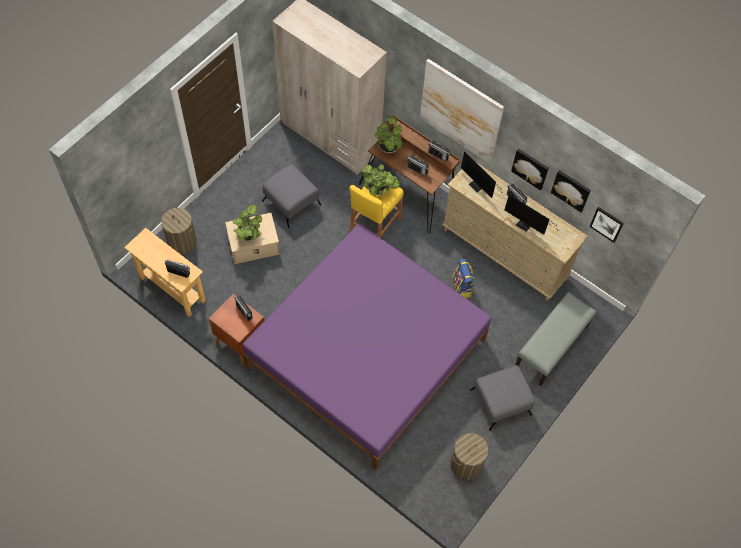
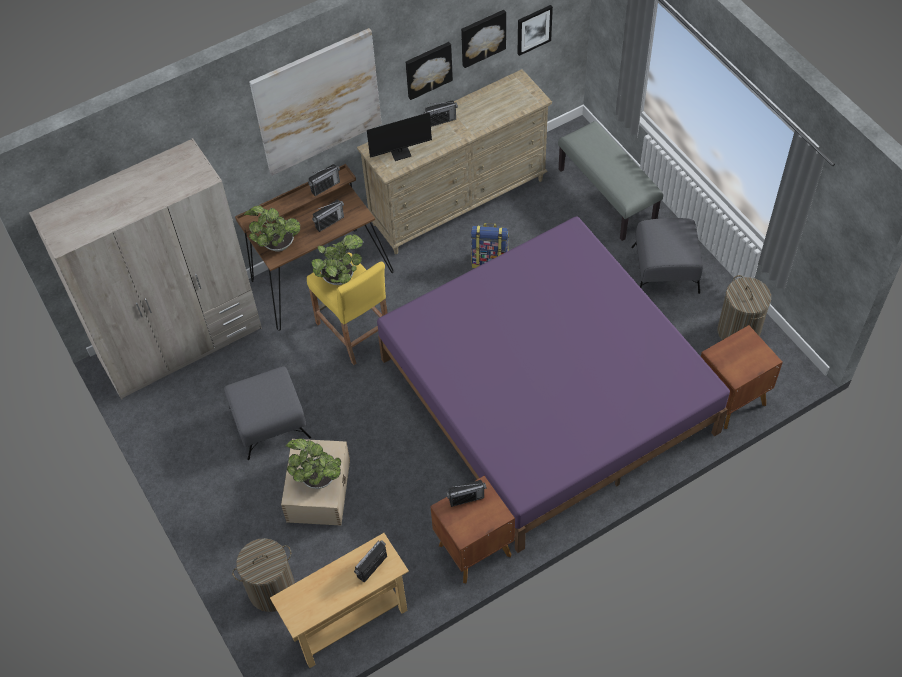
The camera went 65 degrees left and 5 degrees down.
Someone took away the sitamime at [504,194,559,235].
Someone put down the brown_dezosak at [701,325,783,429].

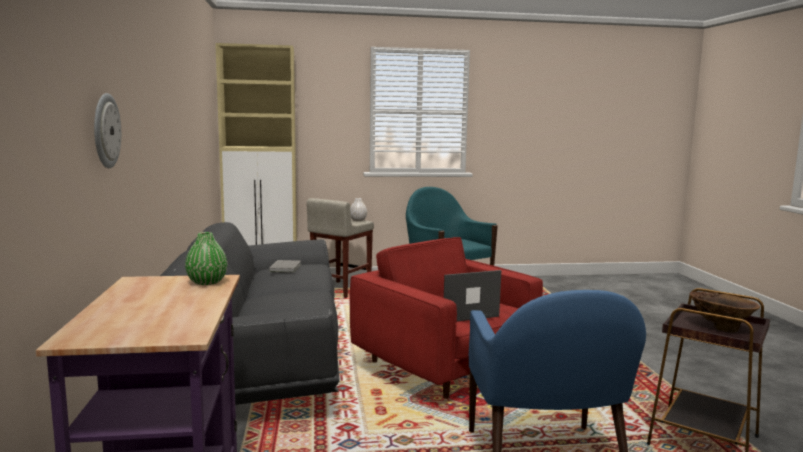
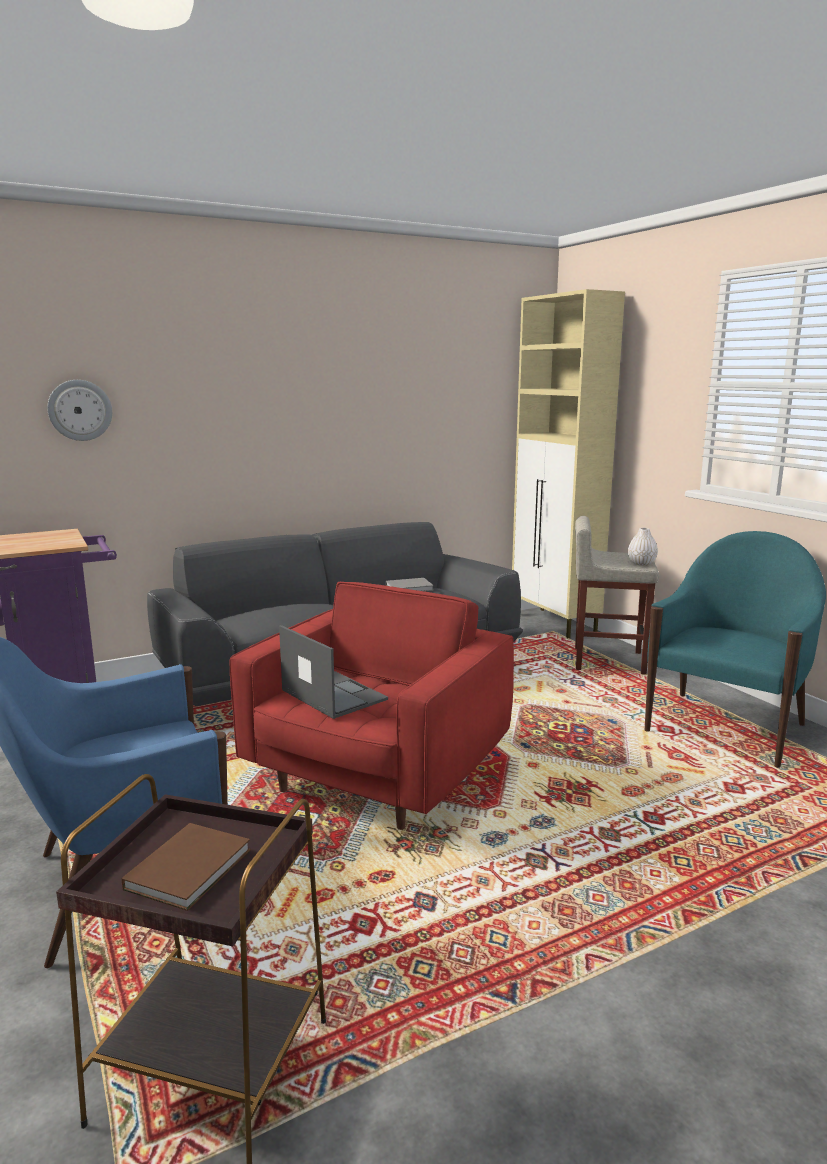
The camera went 70 degrees right and 5 degrees up.
Someone took away the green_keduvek at [185,232,227,285].
Someone swapped the brown_keduvek at [690,291,760,333] for the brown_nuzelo at [121,823,251,911].

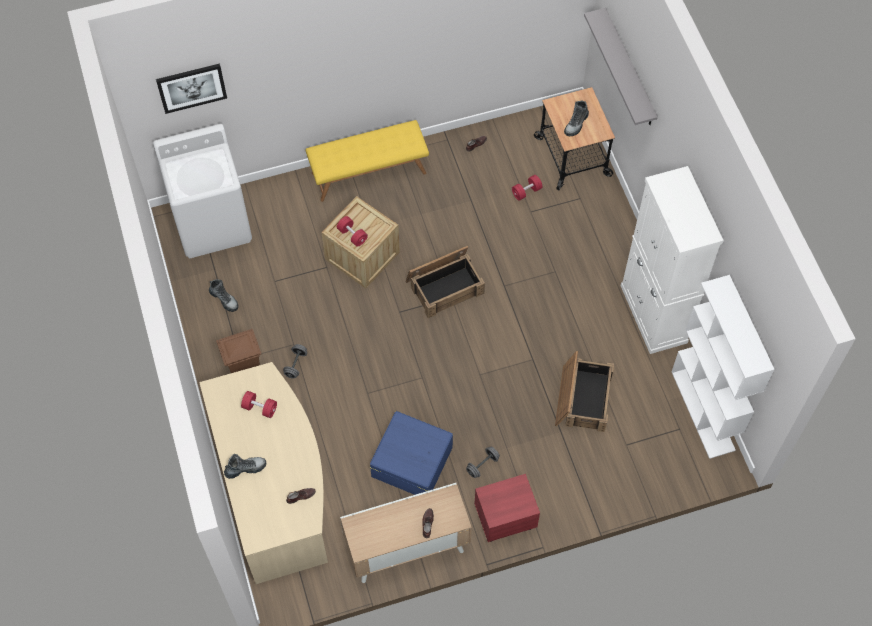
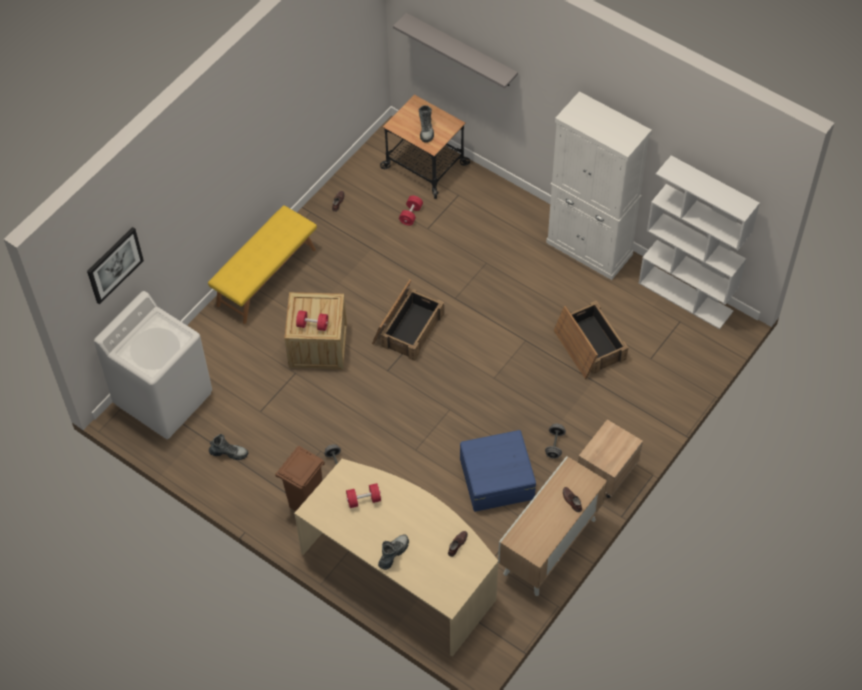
The camera went 35 degrees left and 5 degrees down.
Someone repainted the red_dezosak at [474,474,540,542], which became the beige_dezosak at [578,419,643,498].

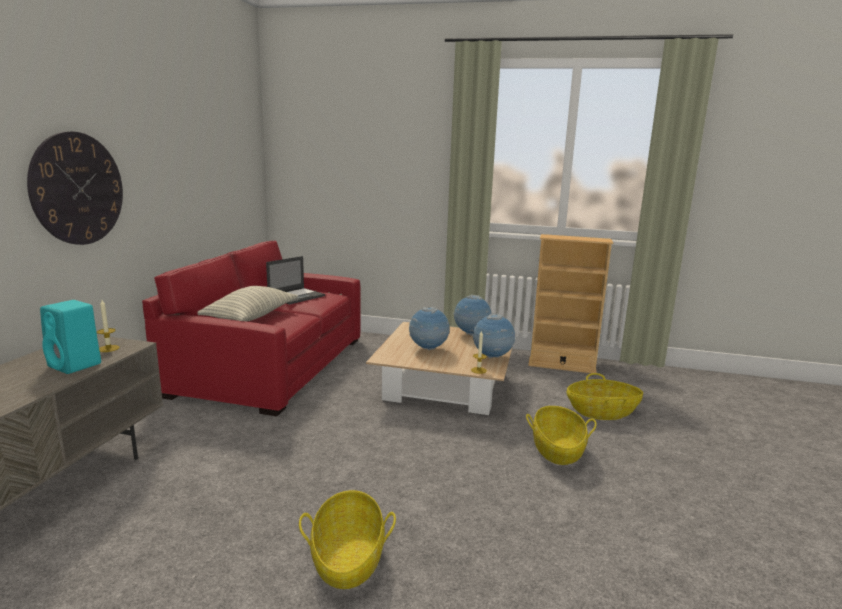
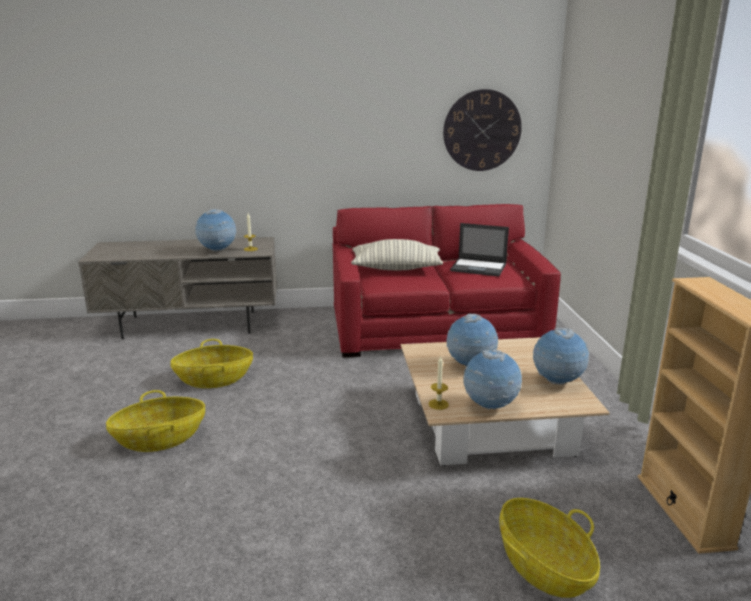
The camera went 70 degrees right and 5 degrees up.
Someone carried the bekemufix from [27,131,123,245] to [443,89,522,171].
Someone swapped the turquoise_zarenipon at [40,300,101,374] for the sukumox at [195,209,236,252].
Someone carried the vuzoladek from [526,406,597,465] to [171,339,253,388].

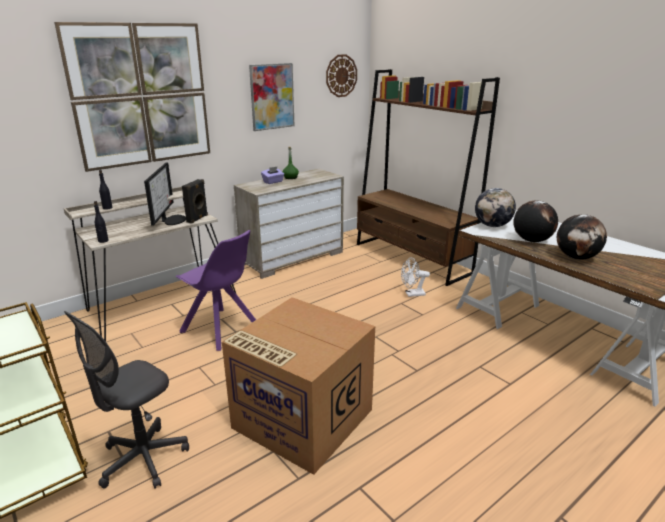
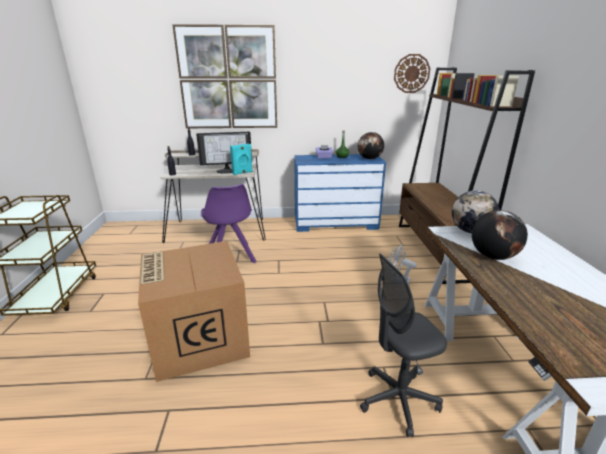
The camera went 35 degrees right and 0 degrees up.
Someone took away the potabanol at [249,63,295,131].
Someone rotated the sitamime at [144,163,186,225] by 45 degrees clockwise.
Someone repainted the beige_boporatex at [234,169,344,279], which became the blue_boporatex at [294,154,386,232].
Someone repainted the black_zarenipon at [182,179,208,224], which became the turquoise_zarenipon at [230,144,253,175].
Someone carried the sukumox from [557,214,607,260] to [358,132,384,159].
Someone carried the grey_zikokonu from [64,311,189,489] to [360,254,447,437].

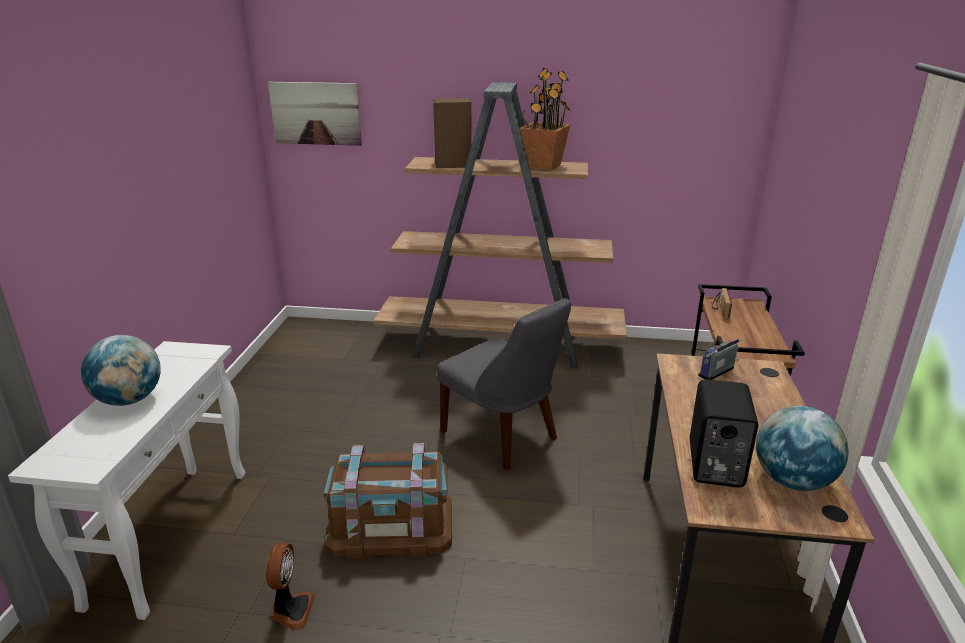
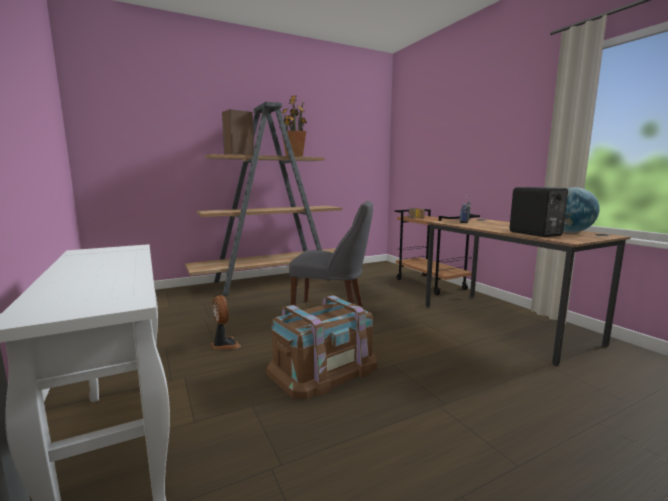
The camera went 35 degrees left and 15 degrees down.
Someone took away the potabanol at [268,82,362,146].
Someone took away the sukumox at [81,335,161,406].
Someone carried the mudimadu from [266,543,315,630] to [211,295,241,349].

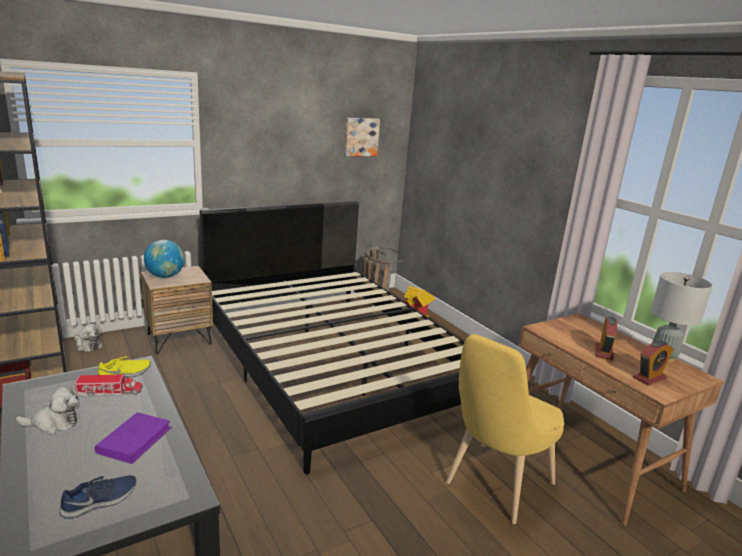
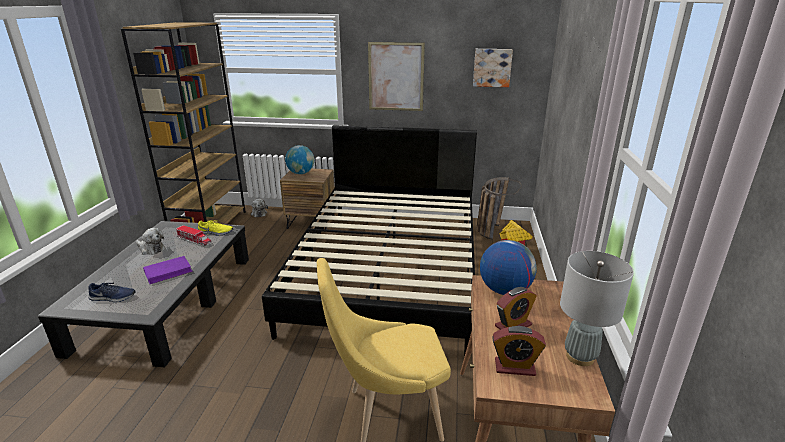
The camera went 40 degrees right and 5 degrees up.
Someone put up the potabanol at [368,42,425,111].
Someone put down the sukumox at [480,240,537,295].

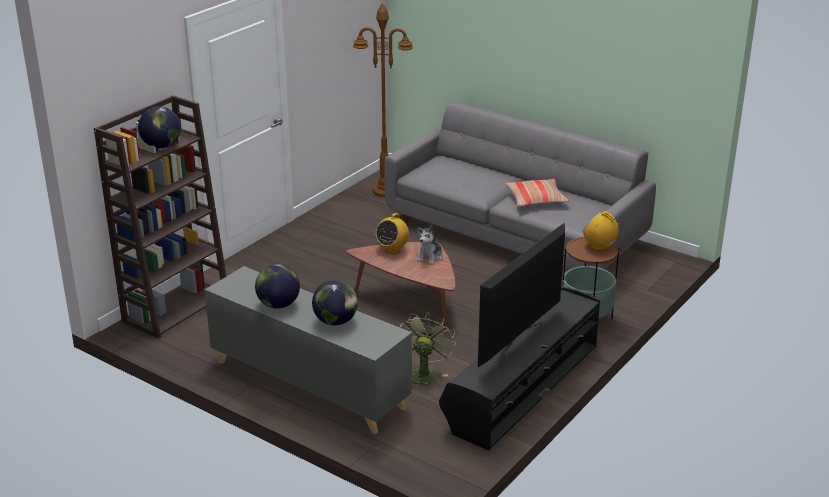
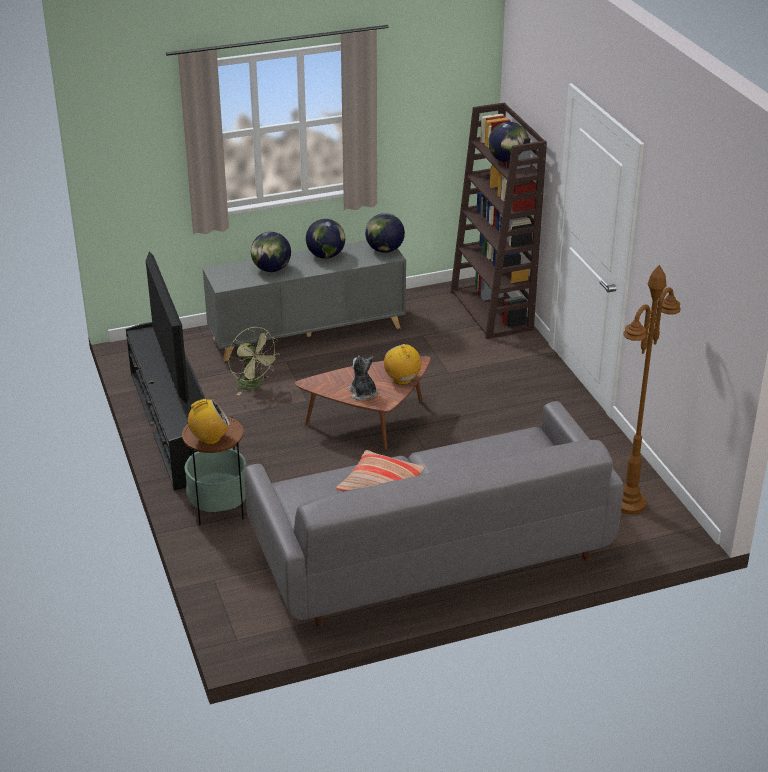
The camera went 125 degrees right and 5 degrees up.
Someone put down the sukumox at [365,213,405,253].

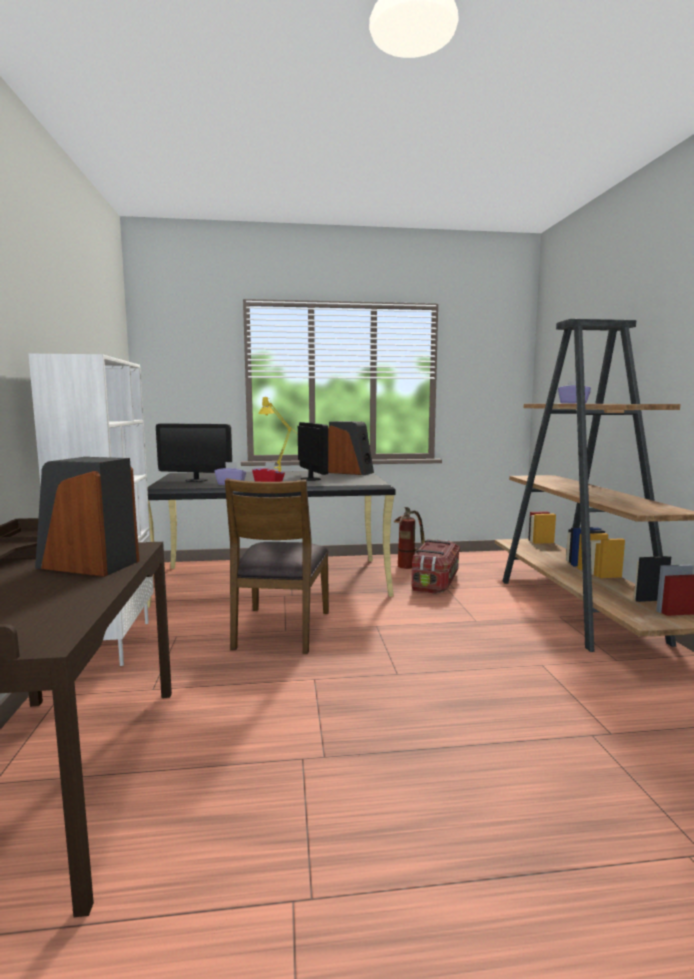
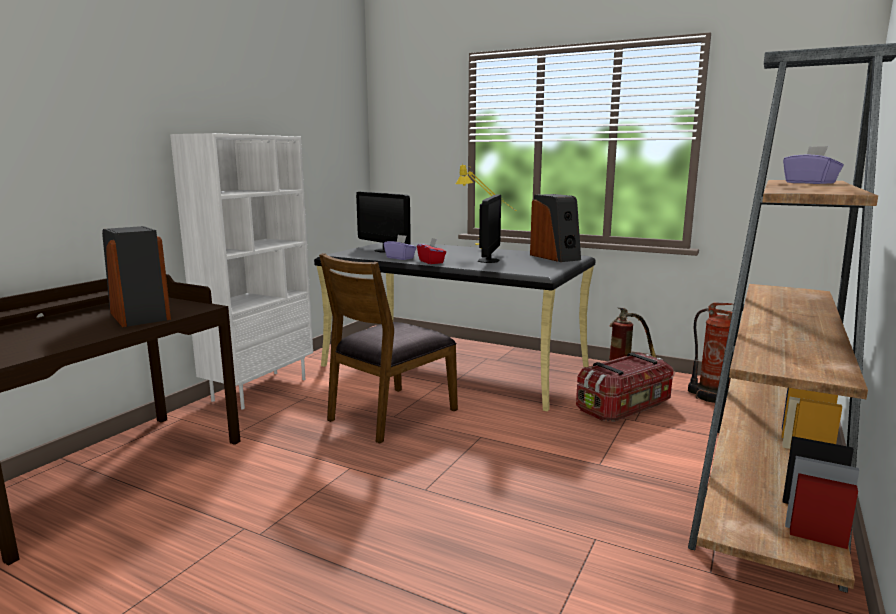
The camera went 35 degrees right and 5 degrees up.
Someone put down the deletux at [688,302,734,403].

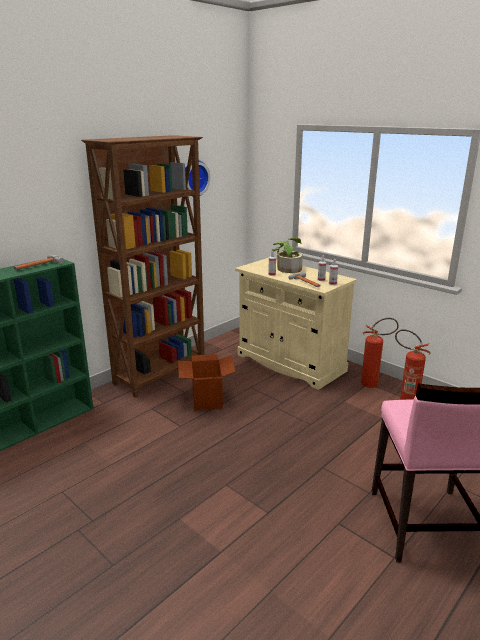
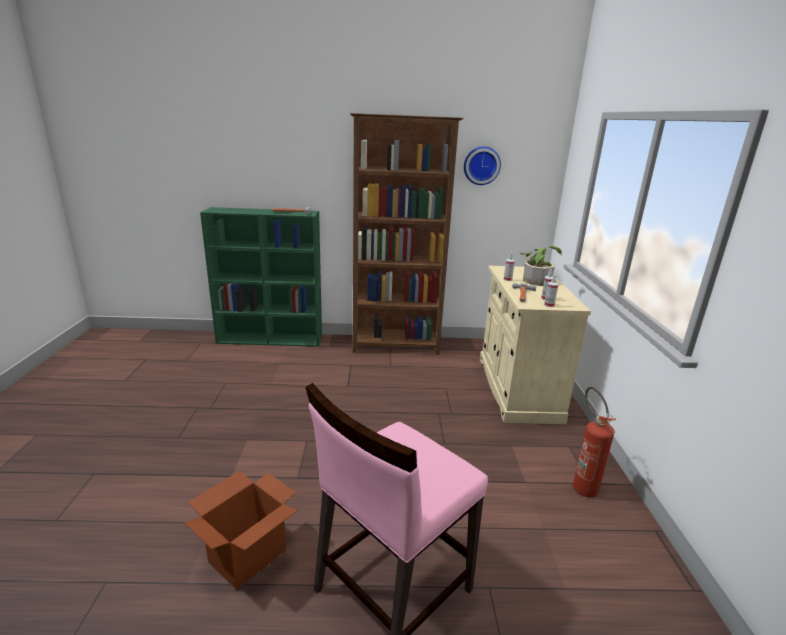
The camera went 45 degrees right and 0 degrees up.
Someone took away the deletux at [361,318,399,388].
Someone carried the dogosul from [178,354,236,410] to [184,471,298,590].

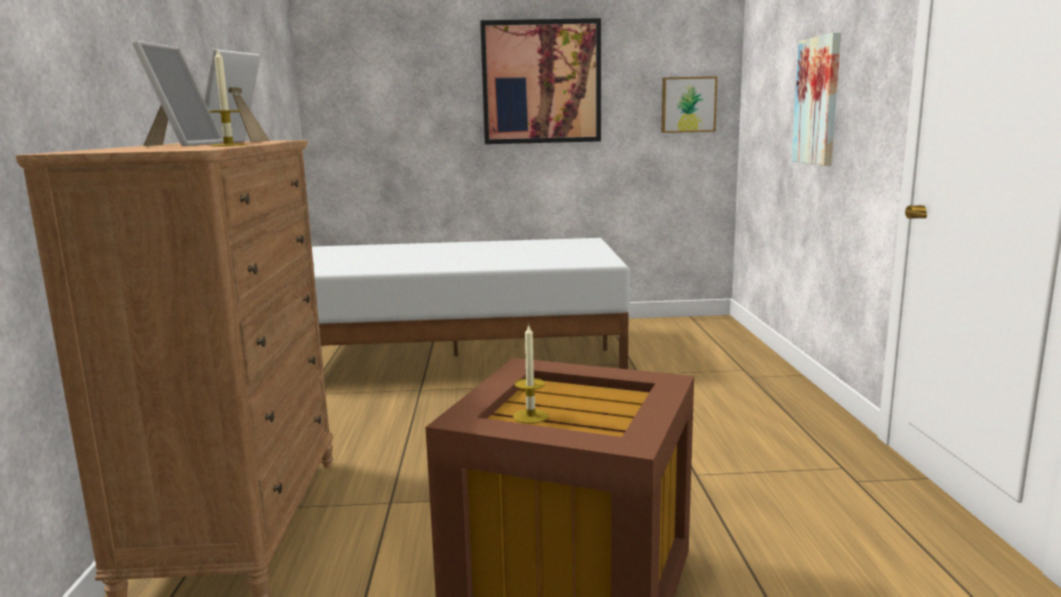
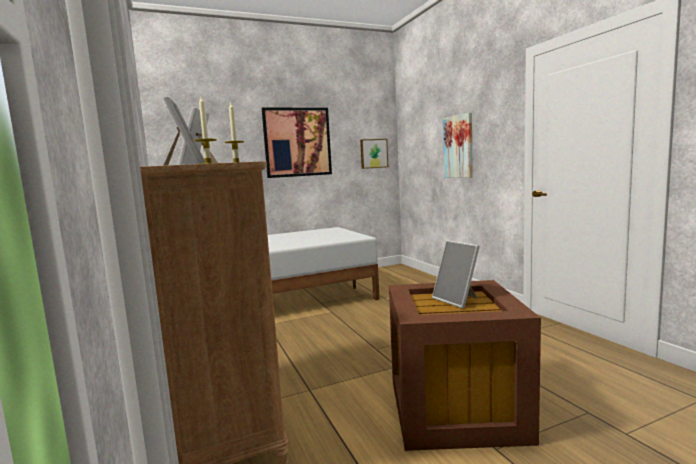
The camera went 20 degrees left and 5 degrees down.
Someone carried the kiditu from [513,323,549,424] to [195,97,217,164].
Someone put down the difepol at [432,240,480,309].

